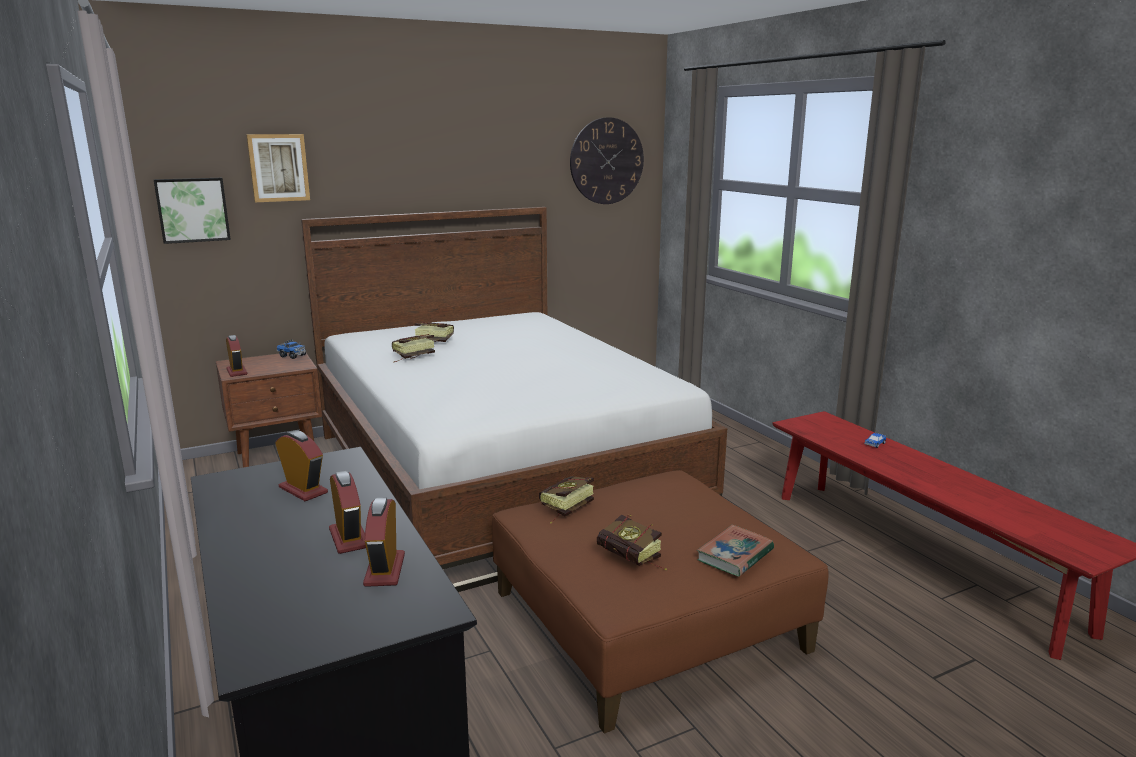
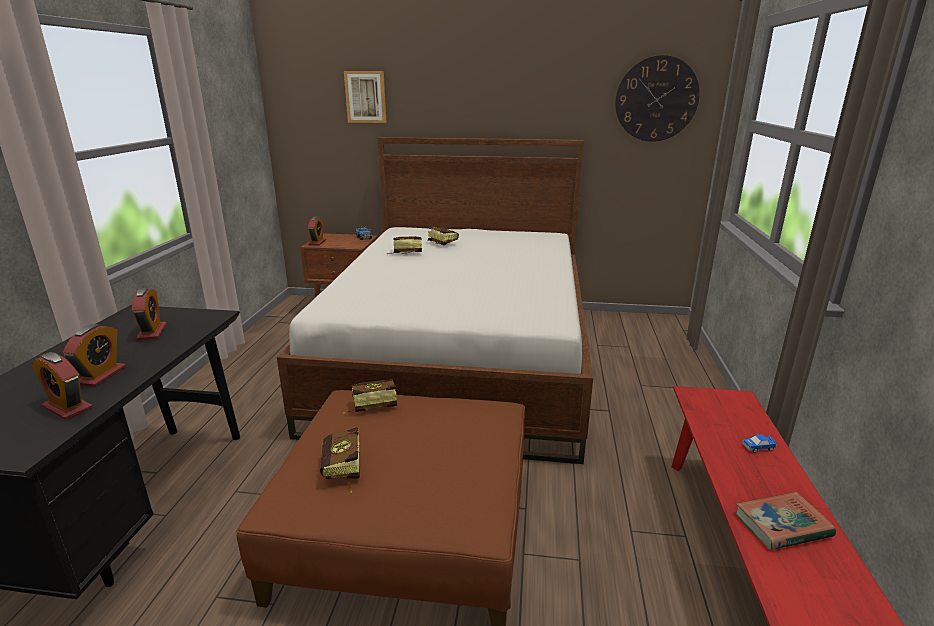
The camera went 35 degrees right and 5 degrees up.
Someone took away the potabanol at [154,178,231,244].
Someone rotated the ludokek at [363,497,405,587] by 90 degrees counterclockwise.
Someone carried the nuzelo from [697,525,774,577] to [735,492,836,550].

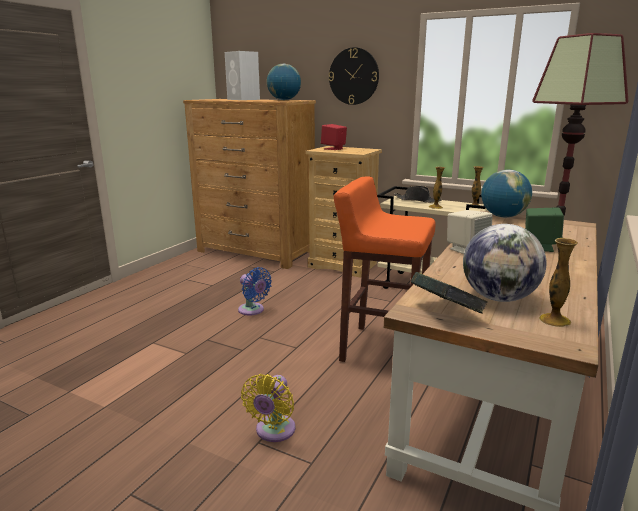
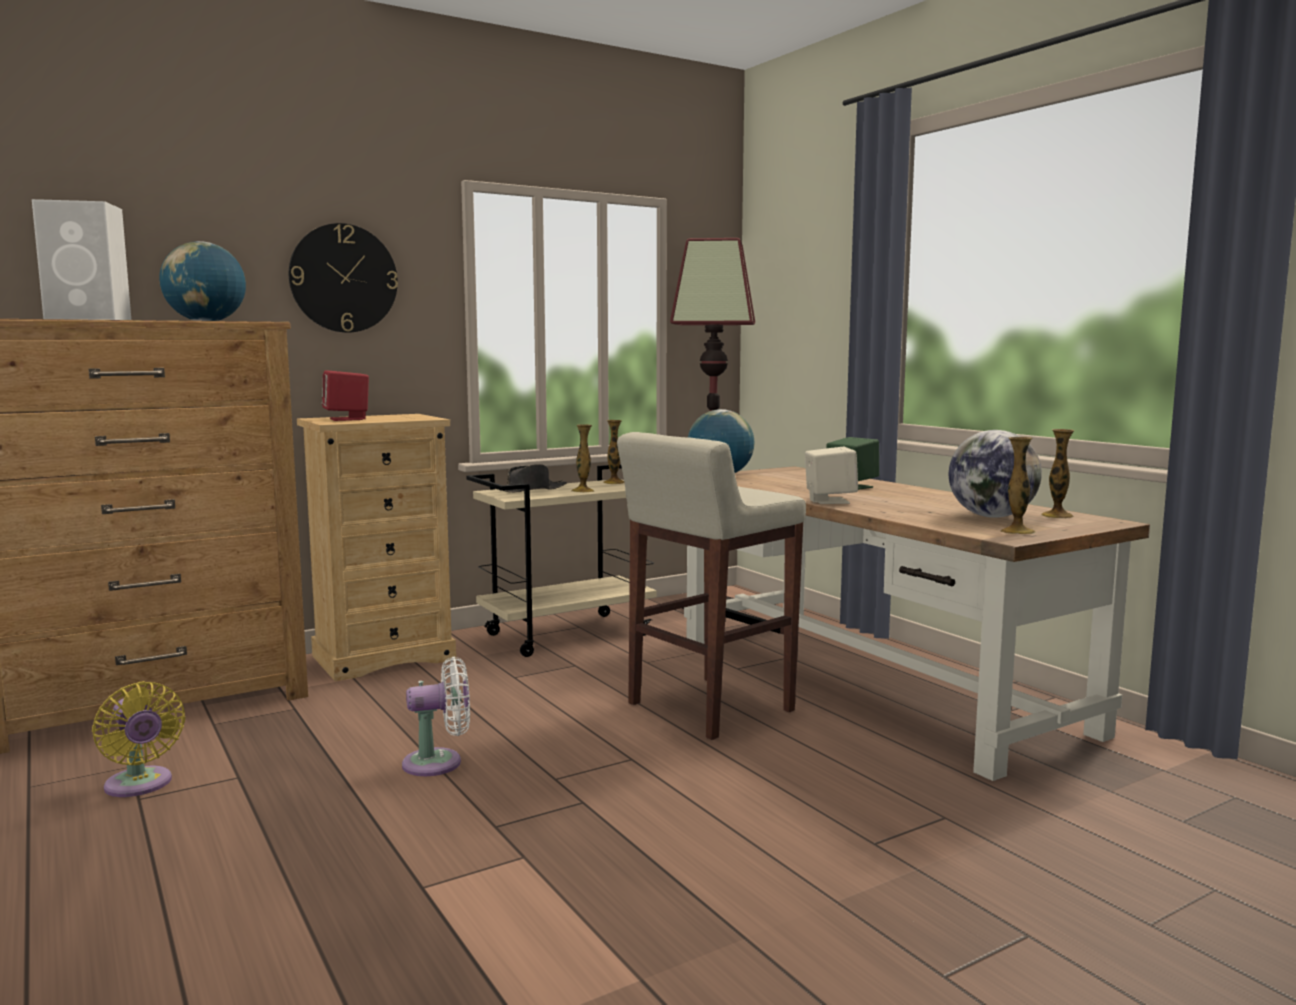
The camera went 60 degrees left and 10 degrees down.
Someone repainted the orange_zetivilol at [334,176,435,362], which became the beige_zetivilol at [617,432,806,740].
Someone repainted the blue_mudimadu at [238,267,272,315], which became the white_mudimadu at [402,657,470,776].
Someone swapped the nuzelo at [411,272,488,314] for the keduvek at [1001,437,1036,534].
Someone carried the yellow_mudimadu from [241,374,295,442] to [92,681,185,797].

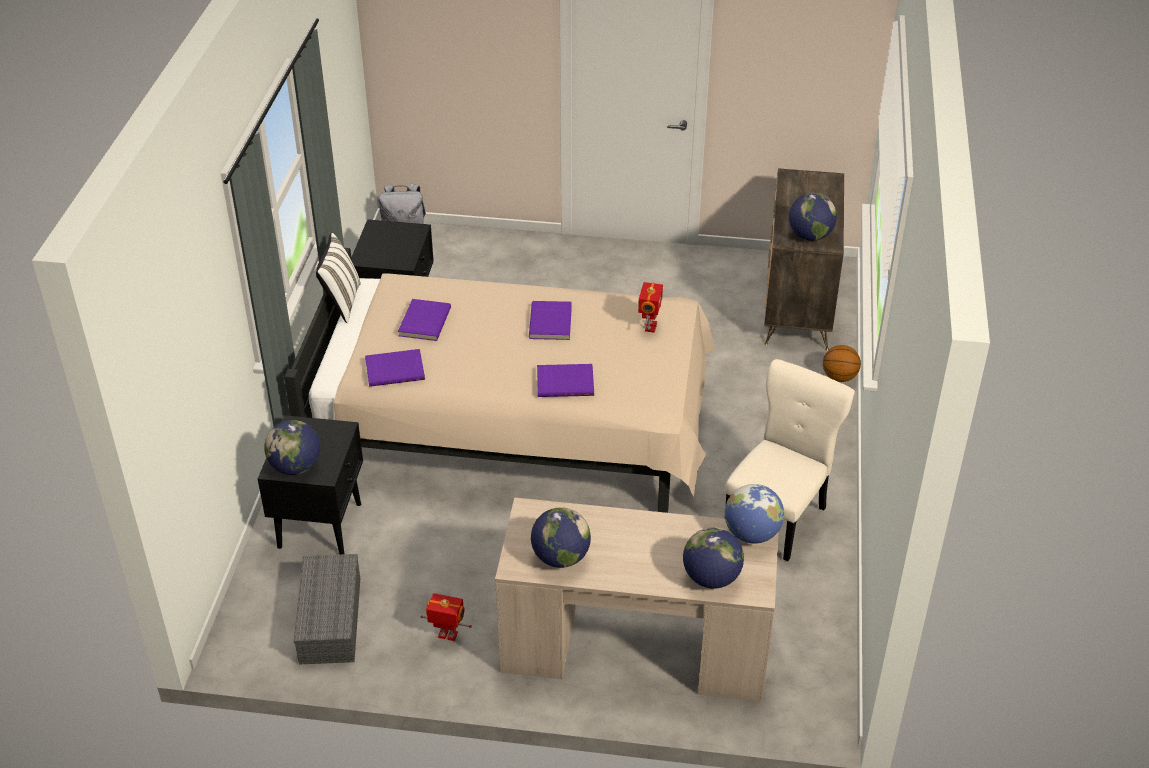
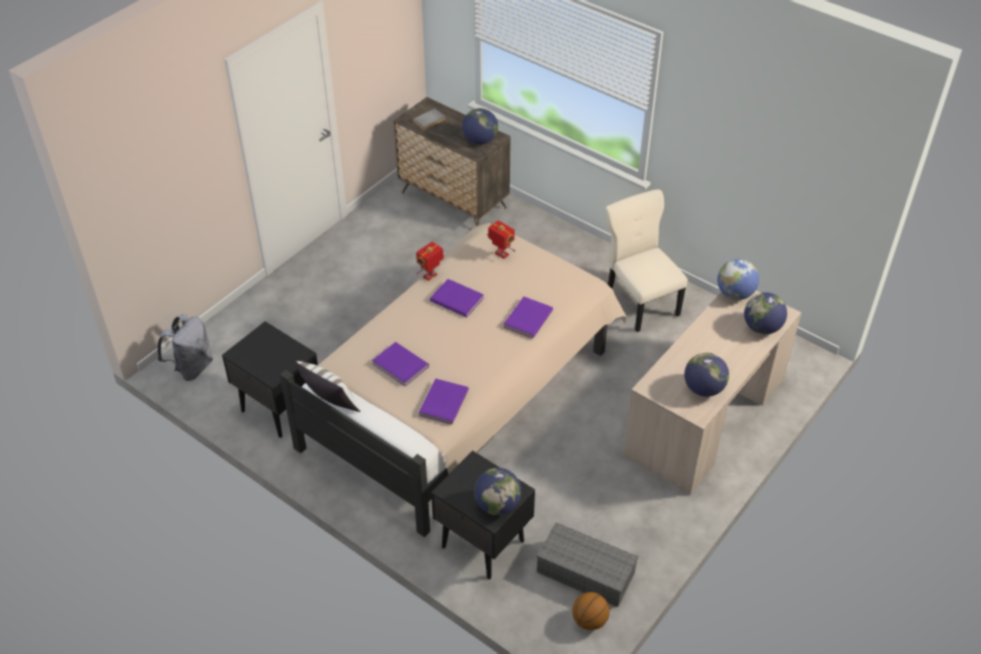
The camera went 60 degrees left and 5 degrees up.
Someone carried the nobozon from [823,345,861,382] to [572,592,610,630].
Someone carried the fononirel from [421,593,472,641] to [416,242,445,281].
Someone put down the grey_nuzelo at [412,108,446,130].

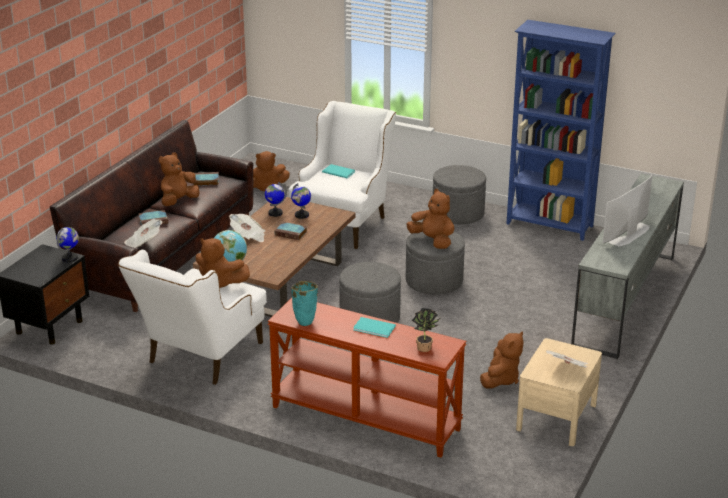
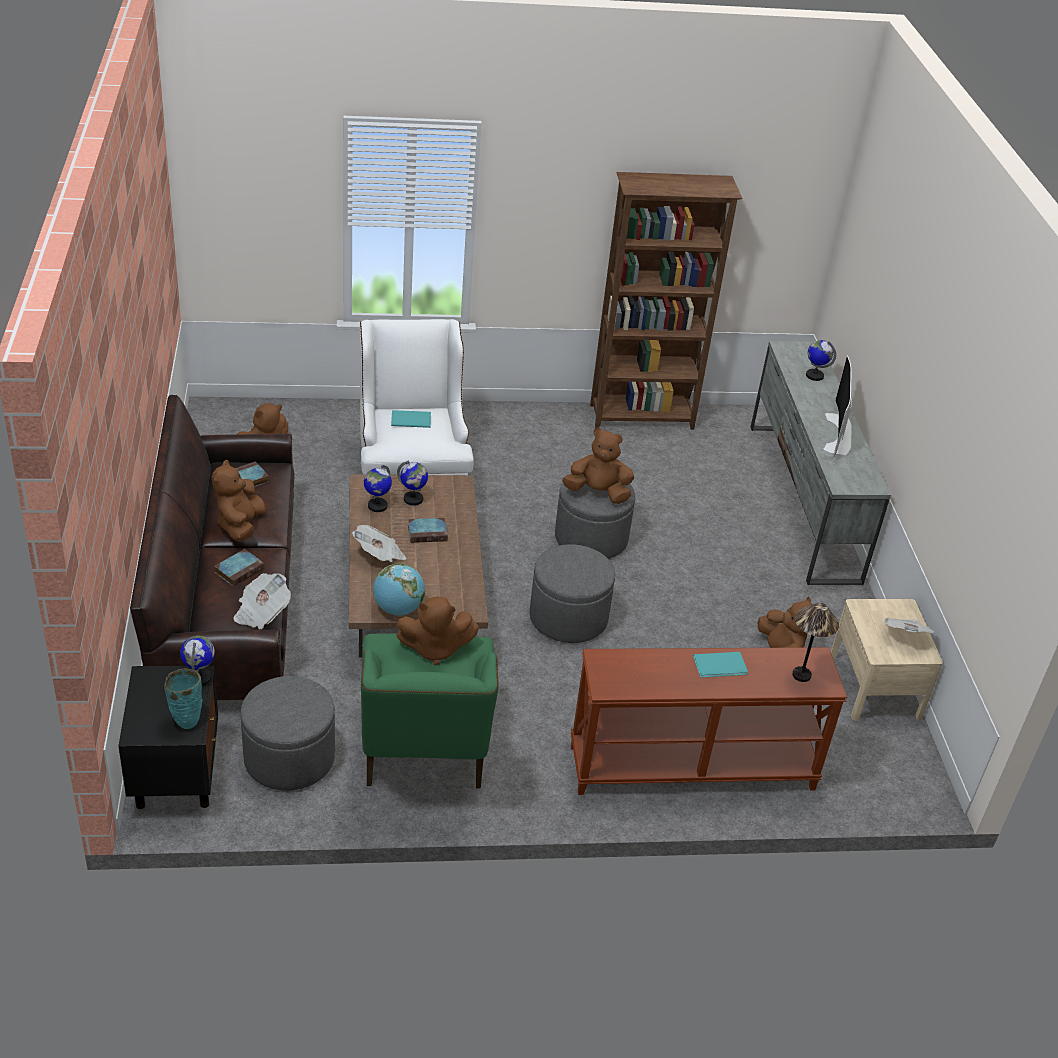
The camera went 35 degrees left and 10 degrees up.
Someone repainted the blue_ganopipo at [506,20,616,241], which became the brown_ganopipo at [590,172,743,430].
Someone carried the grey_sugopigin from [433,165,486,224] to [240,676,335,790].
Someone repainted the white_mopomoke at [118,250,267,385], which became the green_mopomoke at [361,633,499,788].
Someone carried the turquoise_keduvek from [291,281,318,326] to [165,669,203,729].
Someone swapped the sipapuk at [412,308,440,352] for the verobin at [793,603,839,682].
Someone put down the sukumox at [806,340,836,381].

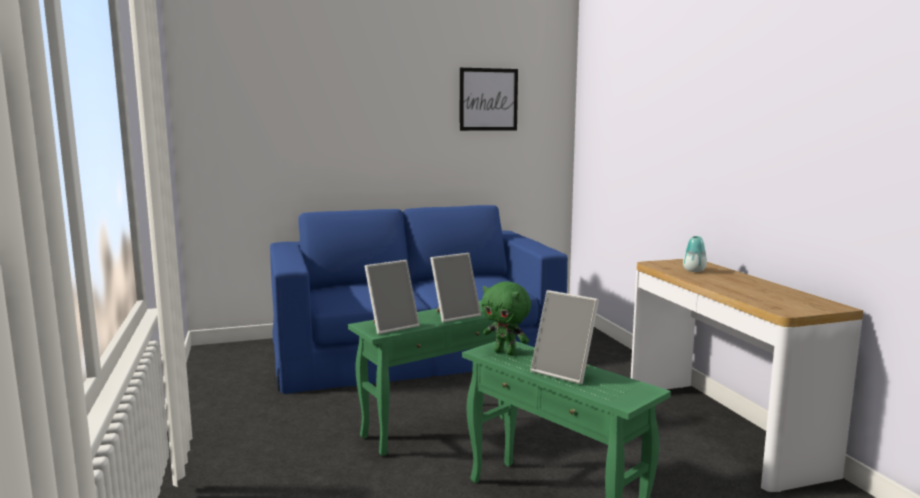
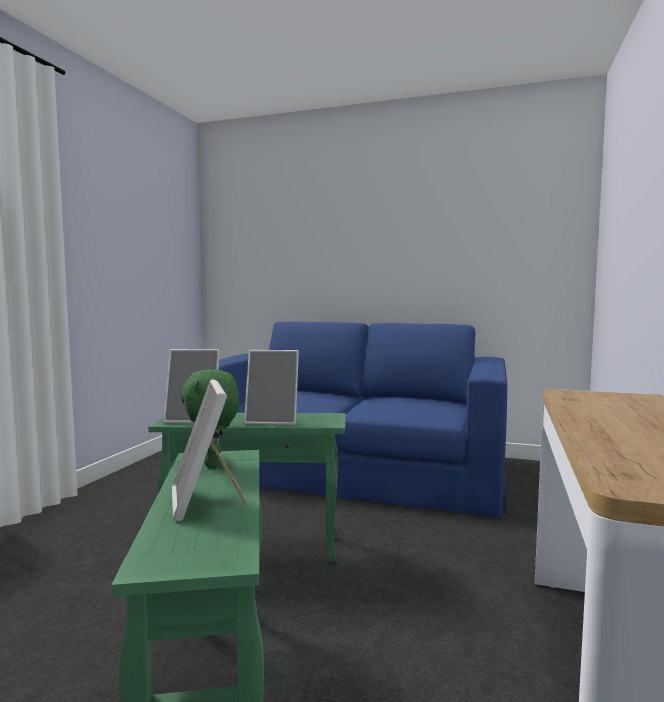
The camera went 35 degrees right and 5 degrees down.
Someone took away the potabanol at [460,68,518,131].
Someone took away the keduvek at [683,236,707,272].

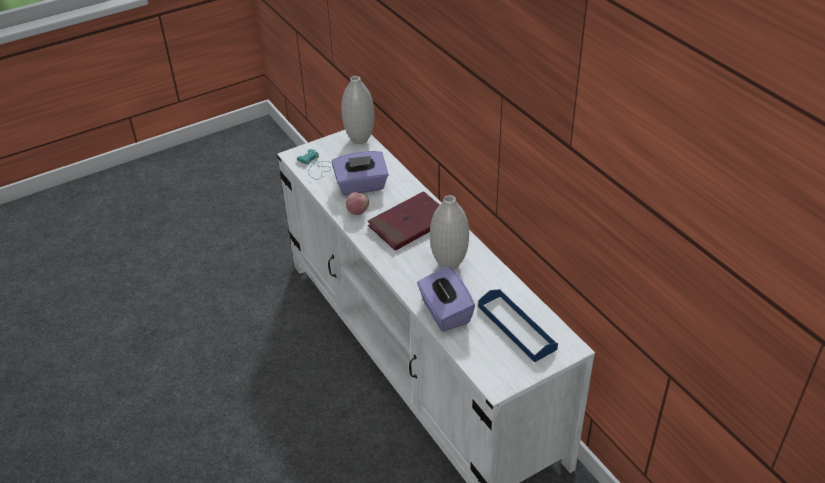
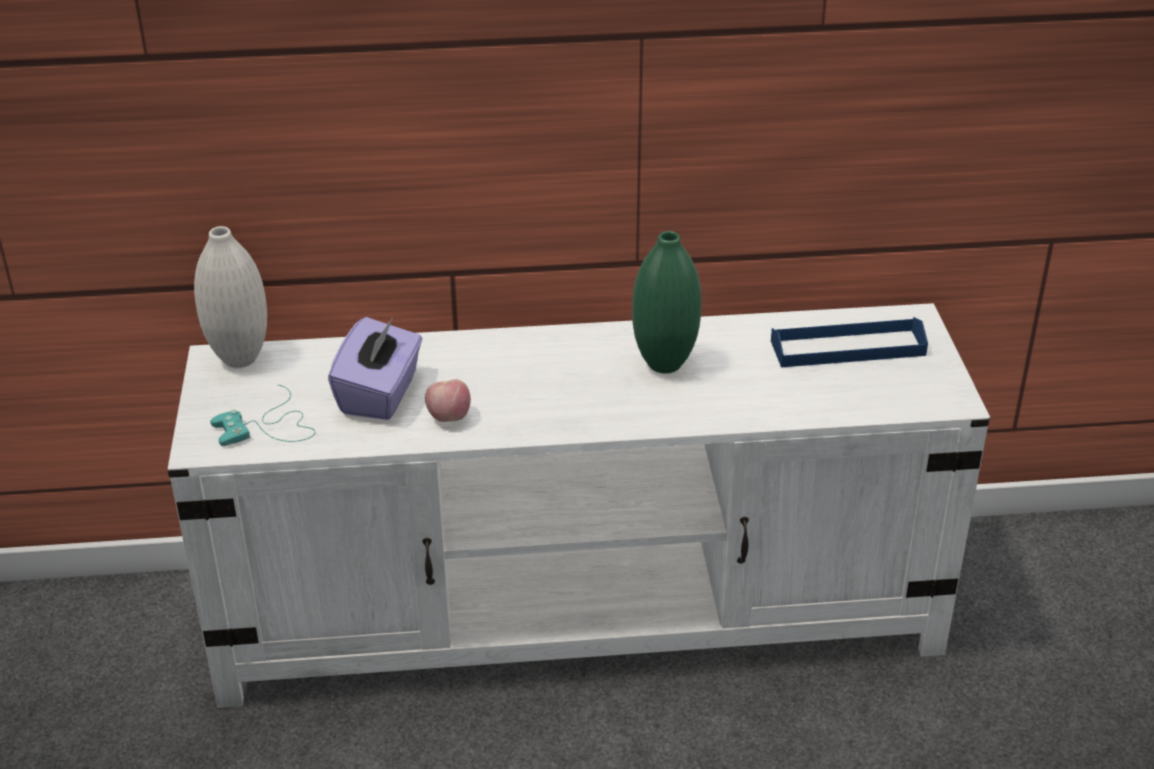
The camera went 65 degrees left and 5 degrees down.
Someone took away the red_nuzelo at [368,192,439,251].
Someone repainted the white_keduvek at [430,195,469,269], which became the green_keduvek at [632,231,701,373].
Someone took away the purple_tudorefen at [417,266,475,332].

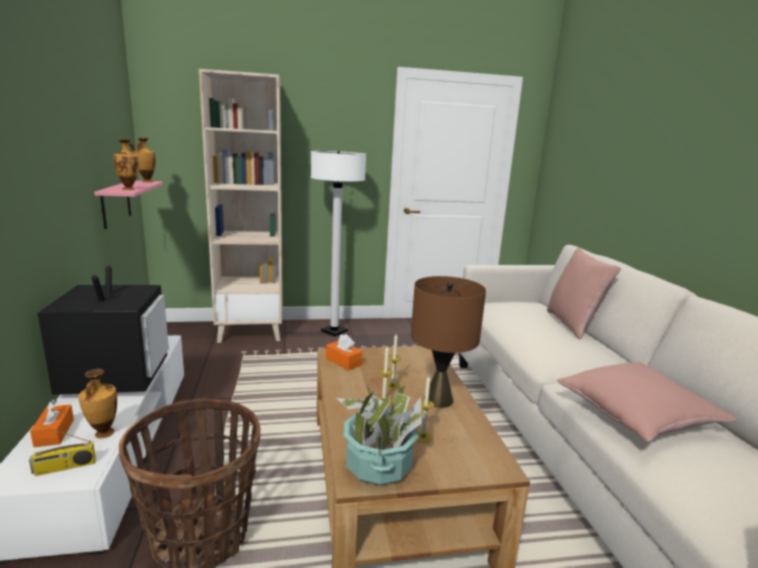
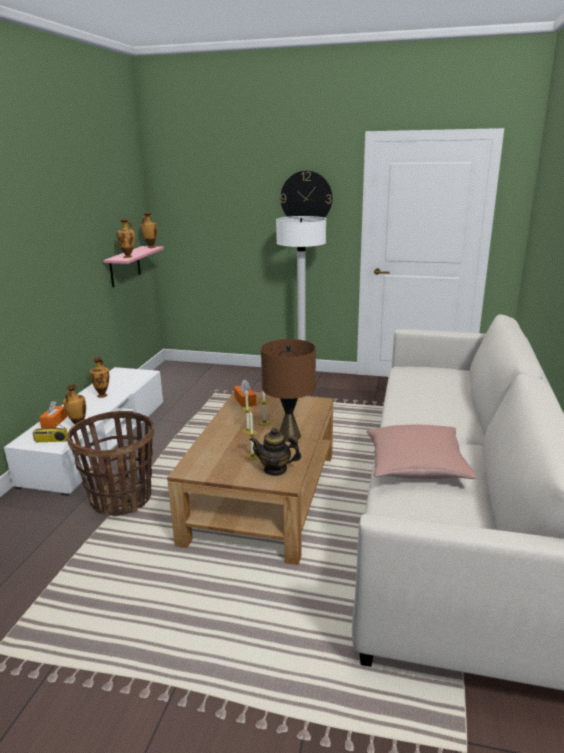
The camera went 25 degrees right and 5 degrees up.
Someone took away the beige_ganopipo at [199,69,283,343].
Someone took away the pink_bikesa at [547,247,621,340].
Someone swapped the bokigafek at [37,265,169,395] for the keduvek at [90,357,109,398].
Someone took away the sipapuk at [337,384,422,485].
Someone put up the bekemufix at [280,171,333,218].
Someone put down the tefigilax at [250,428,301,476].

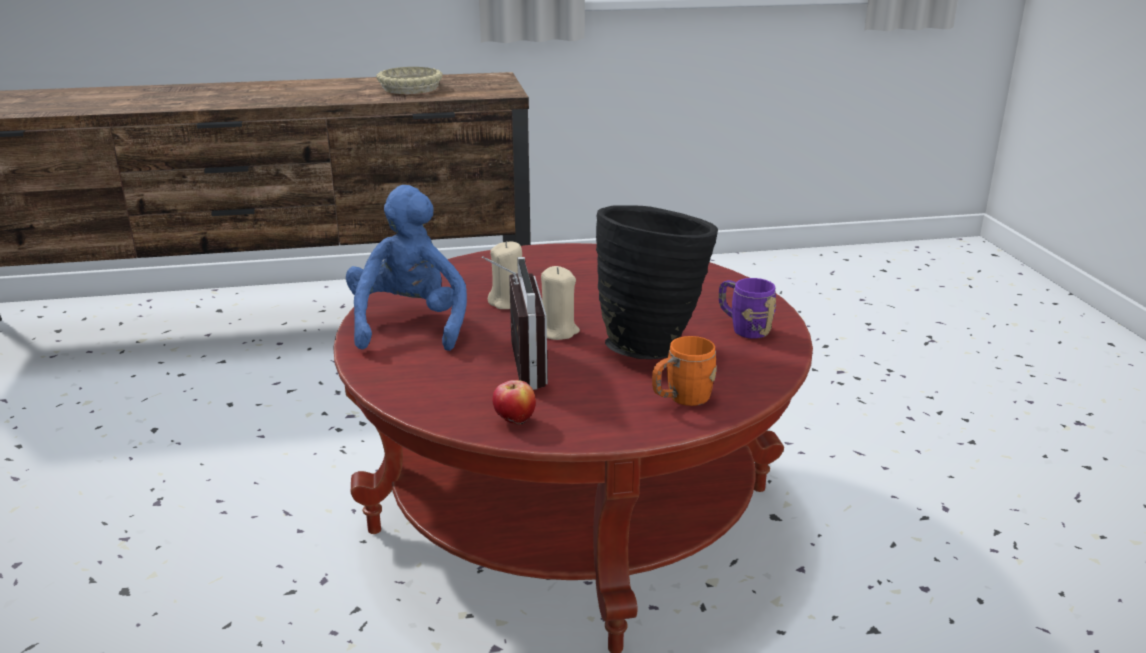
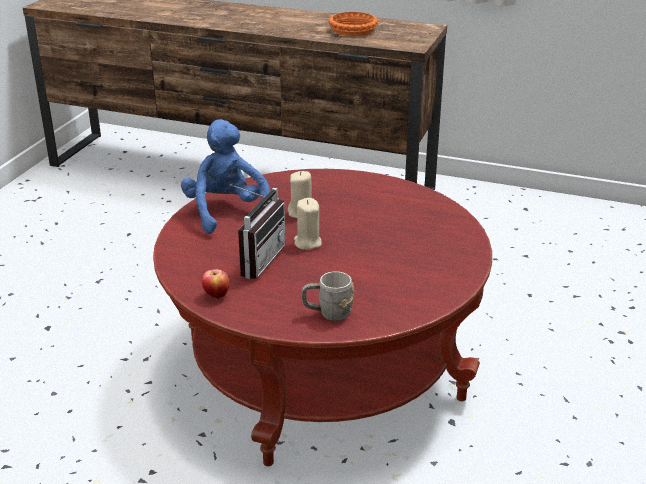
The camera went 30 degrees right and 5 degrees up.
Someone repainted the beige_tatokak at [376,67,443,94], which became the orange_tatokak at [328,12,378,36].
Someone rotated the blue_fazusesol at [346,185,467,351] by 45 degrees counterclockwise.
Someone took away the black_keduvek at [596,205,718,359].
Someone took away the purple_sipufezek at [719,278,776,339].
Someone repainted the orange_sipufezek at [652,336,717,406], which became the grey_sipufezek at [302,271,354,321].

